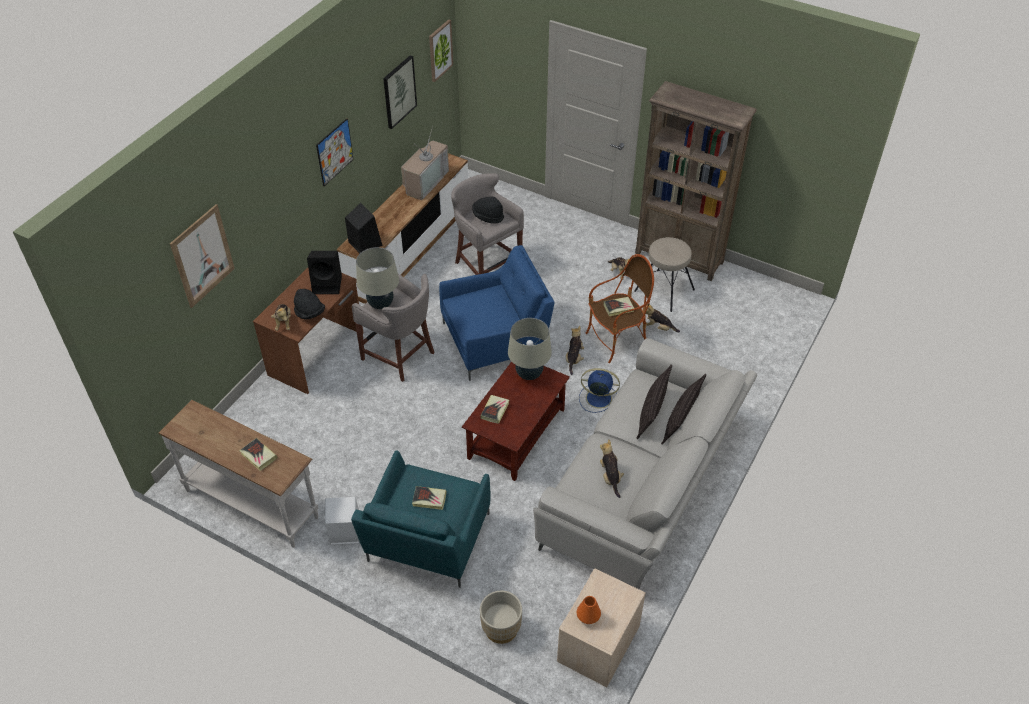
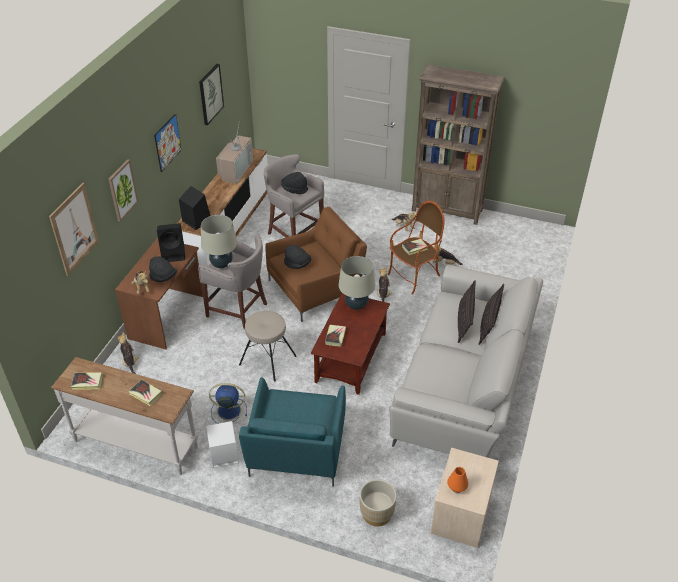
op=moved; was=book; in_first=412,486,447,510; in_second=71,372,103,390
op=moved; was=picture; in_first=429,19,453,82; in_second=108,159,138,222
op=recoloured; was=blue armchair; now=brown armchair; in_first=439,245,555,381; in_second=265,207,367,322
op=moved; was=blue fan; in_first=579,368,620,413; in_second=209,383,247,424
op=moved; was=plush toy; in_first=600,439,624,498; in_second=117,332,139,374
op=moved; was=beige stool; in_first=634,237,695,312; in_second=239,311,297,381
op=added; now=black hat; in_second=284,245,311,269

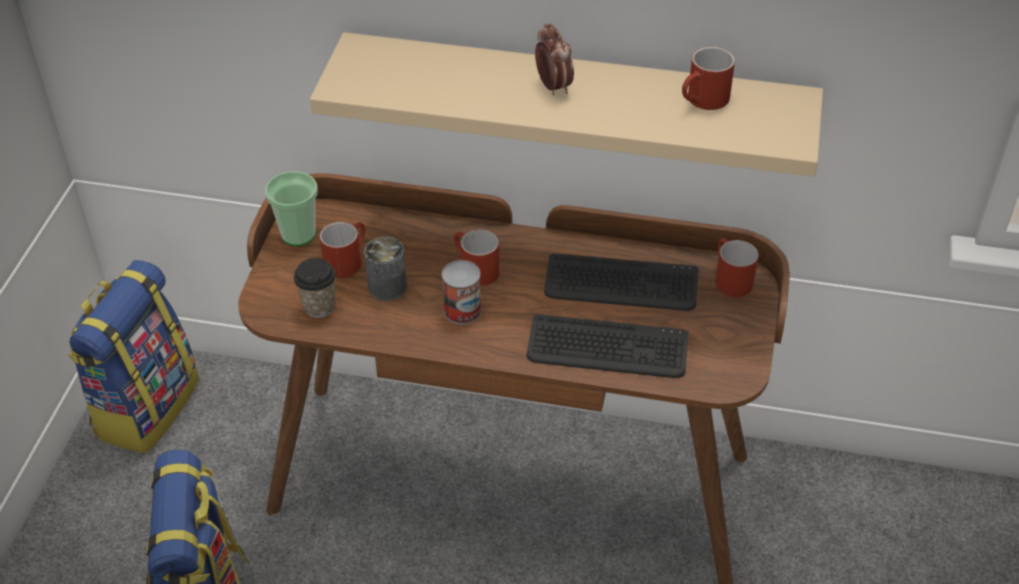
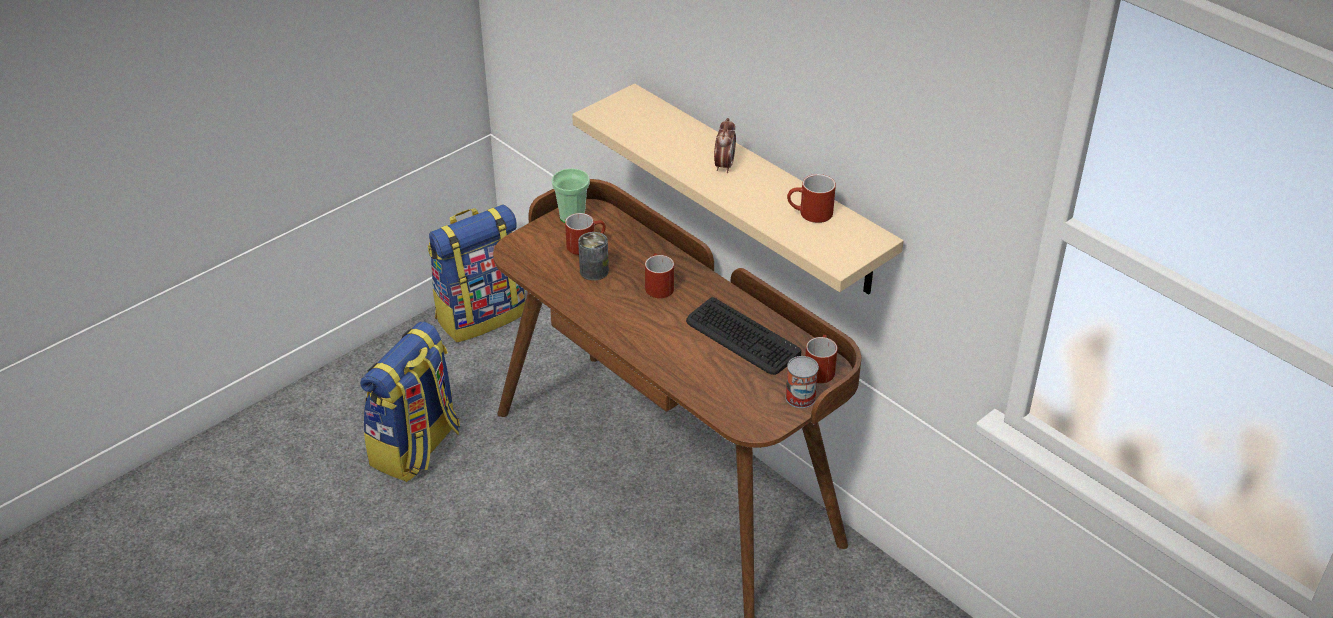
op=removed; was=cup; in_first=294,258,336,318
op=moved; was=can; in_first=442,260,482,324; in_second=785,356,819,408
op=removed; was=keyboard; in_first=527,314,689,378

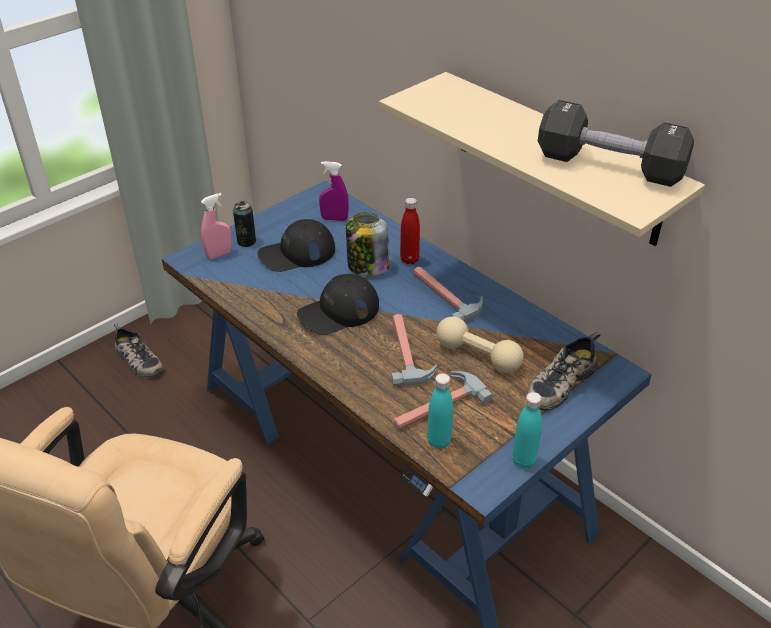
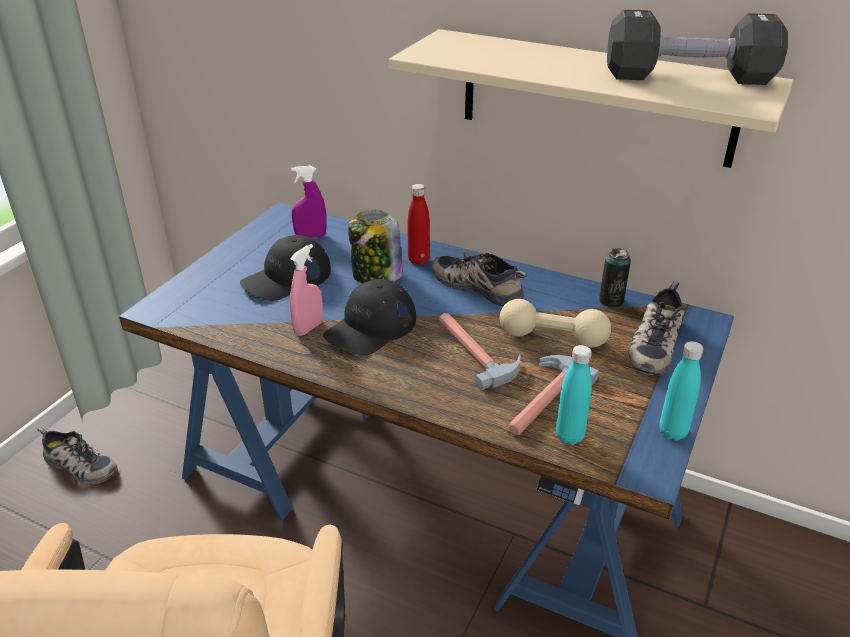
op=moved; was=pink spray bottle; in_first=201,193,232,259; in_second=290,244,323,336
op=moved; was=can; in_first=233,201,256,247; in_second=599,248,631,308
op=replaced; was=hammer; now=shoe; in_first=413,267,483,323; in_second=432,251,527,307

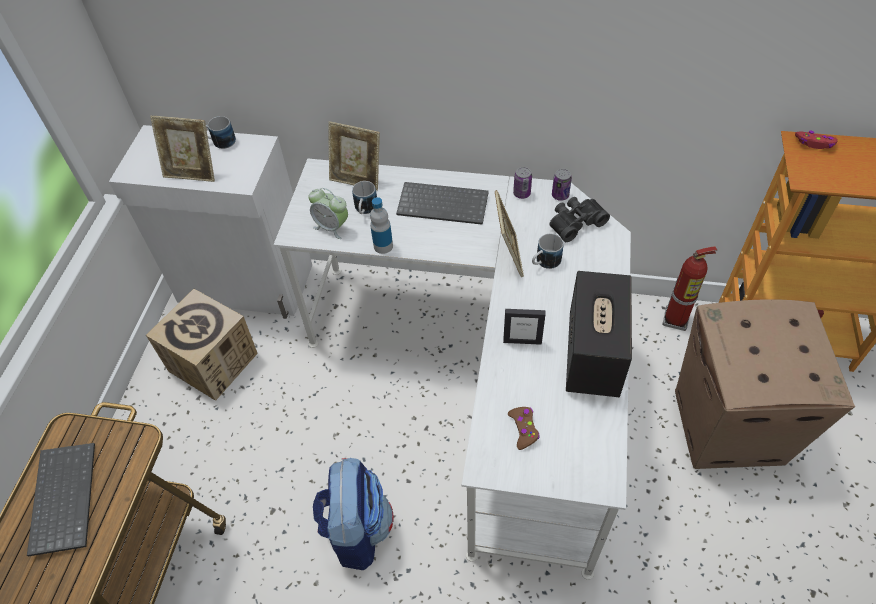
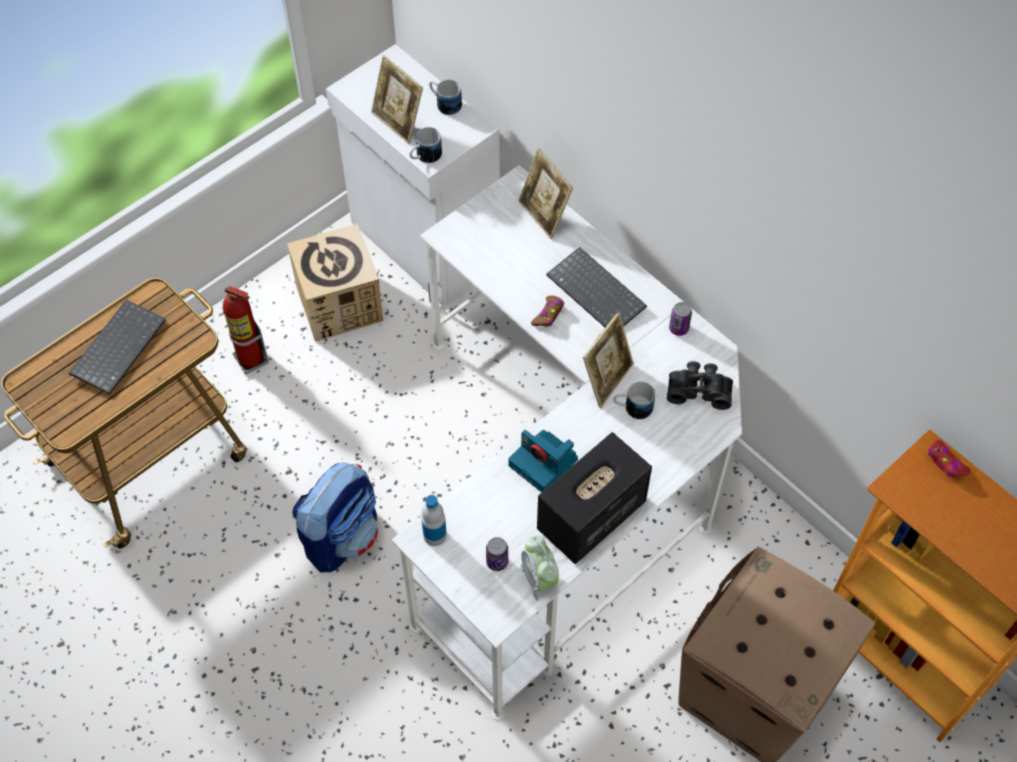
op=moved; was=alarm clock; in_first=309,188,348,239; in_second=520,536,559,601
op=moved; was=mug; in_first=352,181,377,214; in_second=409,127,442,163
op=moved; was=bottle; in_first=370,197,393,254; in_second=421,495,447,546
op=replaced; was=picture frame; now=photo camera; in_first=503,309,545,345; in_second=509,430,578,492
op=moved; was=brown game controller; in_first=508,407,540,450; in_second=531,296,564,326
op=moved; was=can; in_first=552,169,572,201; in_second=486,537,508,571
op=moved; was=fire extinguisher; in_first=663,246,717,331; in_second=223,286,269,374

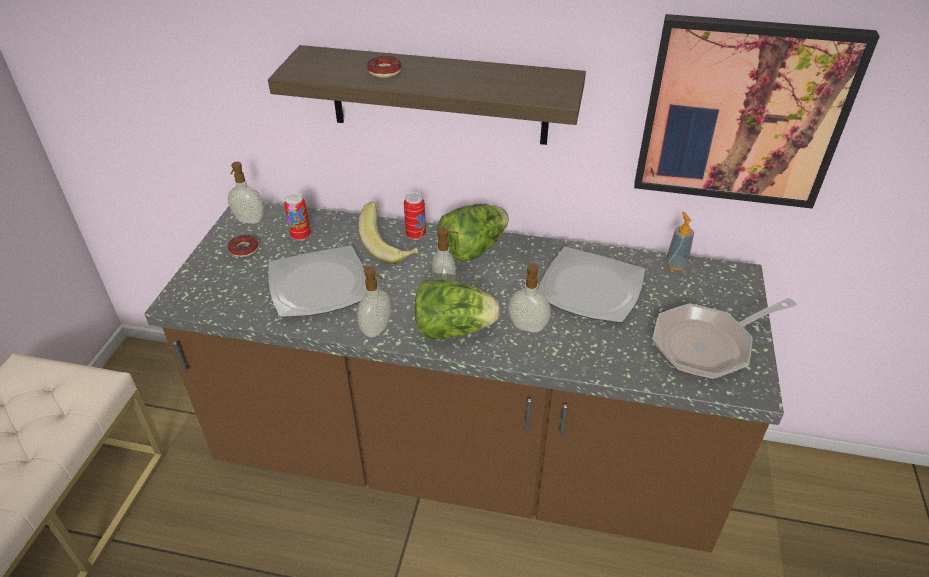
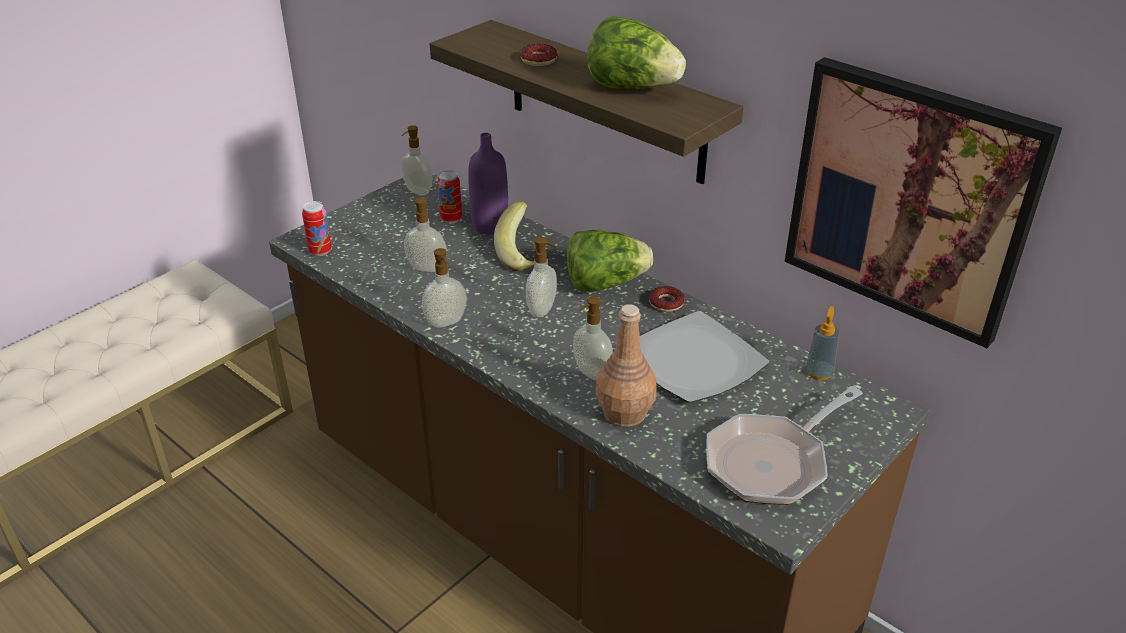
op=moved; was=donut; in_first=228,235,258,257; in_second=649,286,685,312
op=replaced; was=plate; now=soap dispenser; in_first=268,246,366,318; in_second=404,196,447,272
op=moved; was=can; in_first=404,192,426,240; in_second=302,201,332,256
op=moved; was=lettuce; in_first=415,280,500,339; in_second=587,16,686,89
op=turned; was=frying pan; in_first=652,298,797,379; in_second=706,386,863,505; clockwise=-45
op=added; now=purple bottle; in_second=468,133,508,235
op=added; now=brown bottle; in_second=595,304,657,427

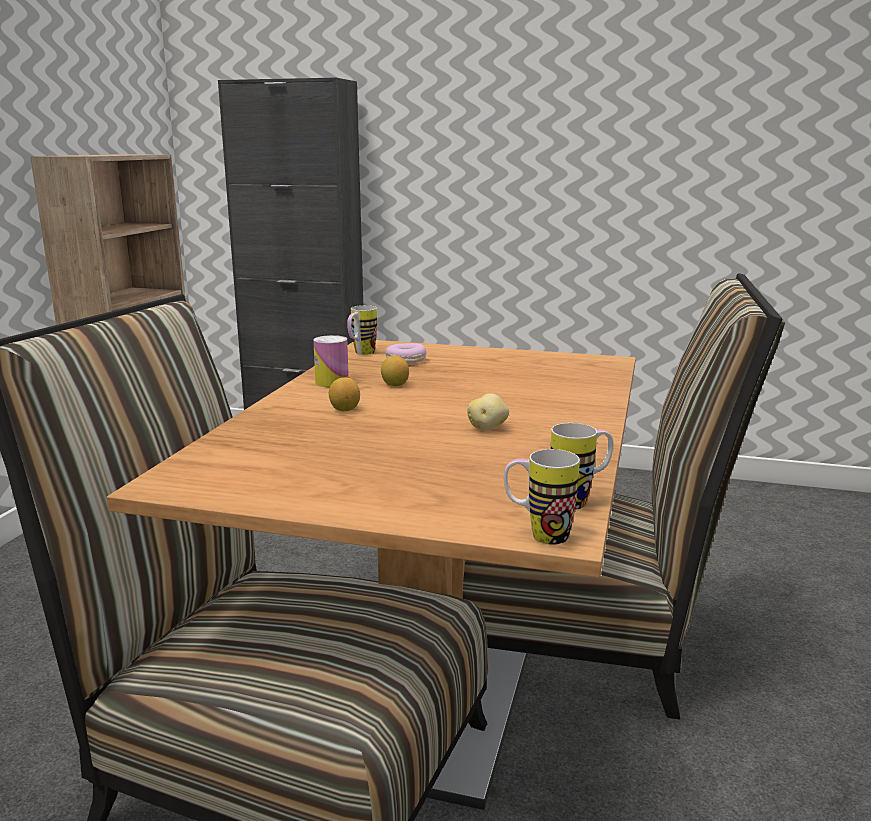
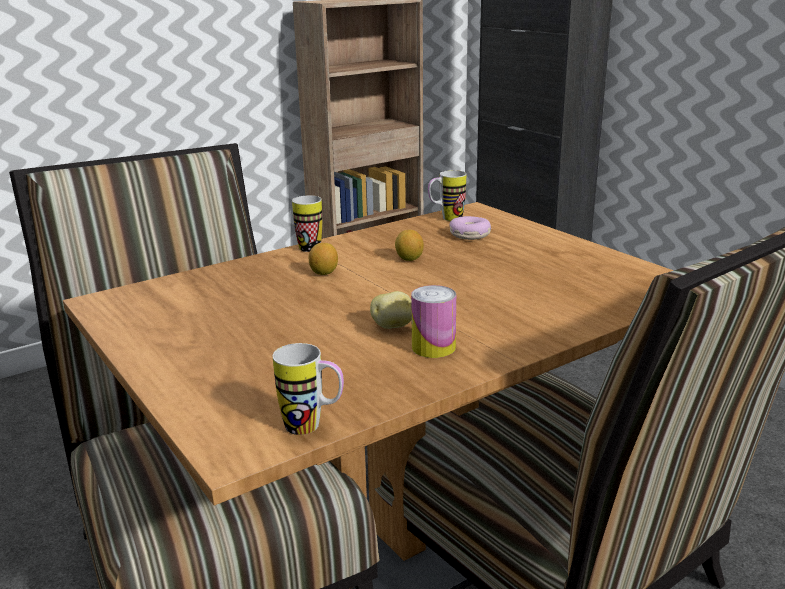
op=moved; was=can; in_first=313,335,349,387; in_second=411,285,456,358
op=moved; was=mug; in_first=504,449,580,545; in_second=291,195,322,252

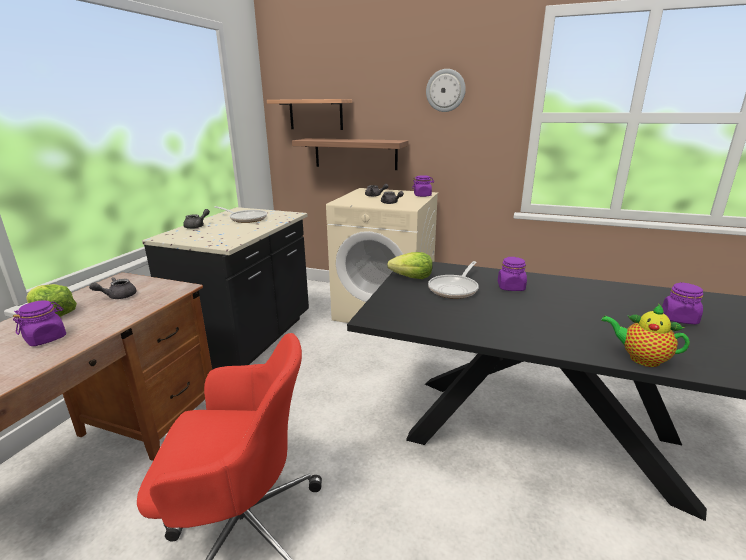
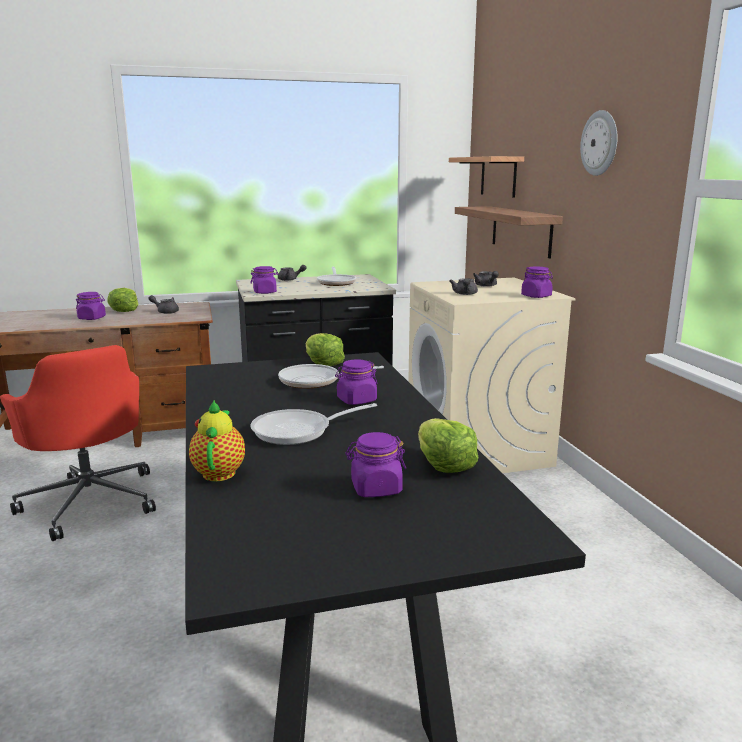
op=added; now=purple jar; in_second=250,266,279,294
op=added; now=frying pan; in_second=250,403,377,445
op=added; now=lettuce; in_second=418,418,478,473

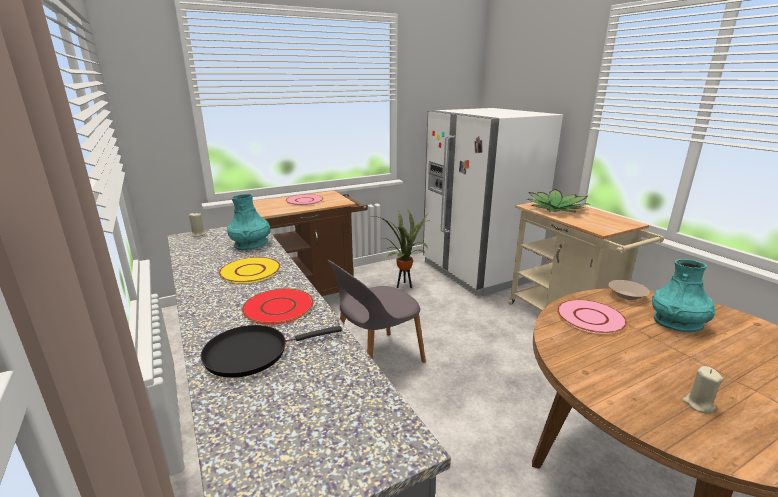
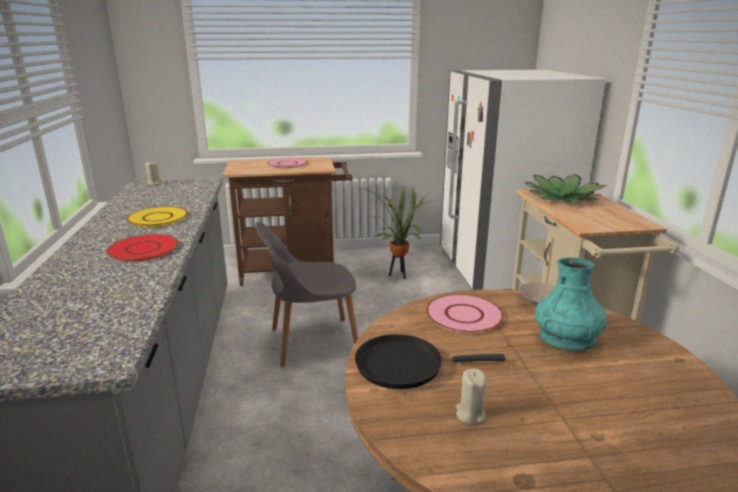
op=moved; was=black frying pan; in_first=200,325,342,378; in_second=355,334,505,389
op=removed; was=turquoise vase; in_first=227,194,271,250

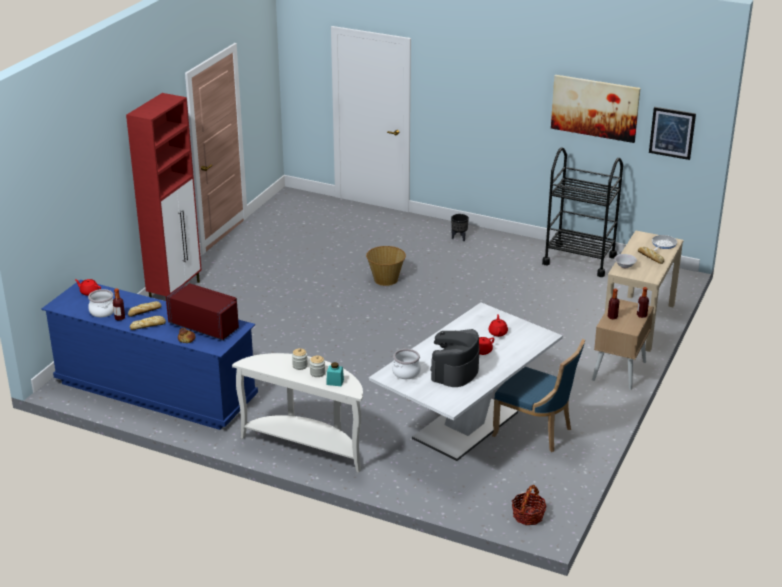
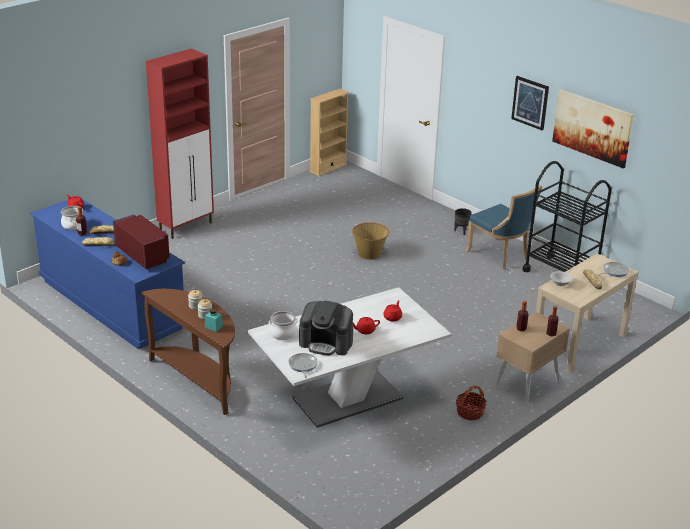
op=recoloured; was=white console table; now=brown console table; in_first=232,353,363,473; in_second=142,289,235,415
op=turned; was=coffee machine; in_first=430,329,479,387; in_second=299,301,353,356; clockwise=-120
op=moved; was=blue chair; in_first=492,339,585,452; in_second=466,185,543,269
op=moved; was=basket; in_first=512,485,547,525; in_second=456,386,487,420
op=moved; was=picture; in_first=649,107,696,160; in_second=511,76,549,131
op=added; now=frying pan; in_second=289,353,318,378
op=added; now=beige bookcase; in_second=310,89,349,176

